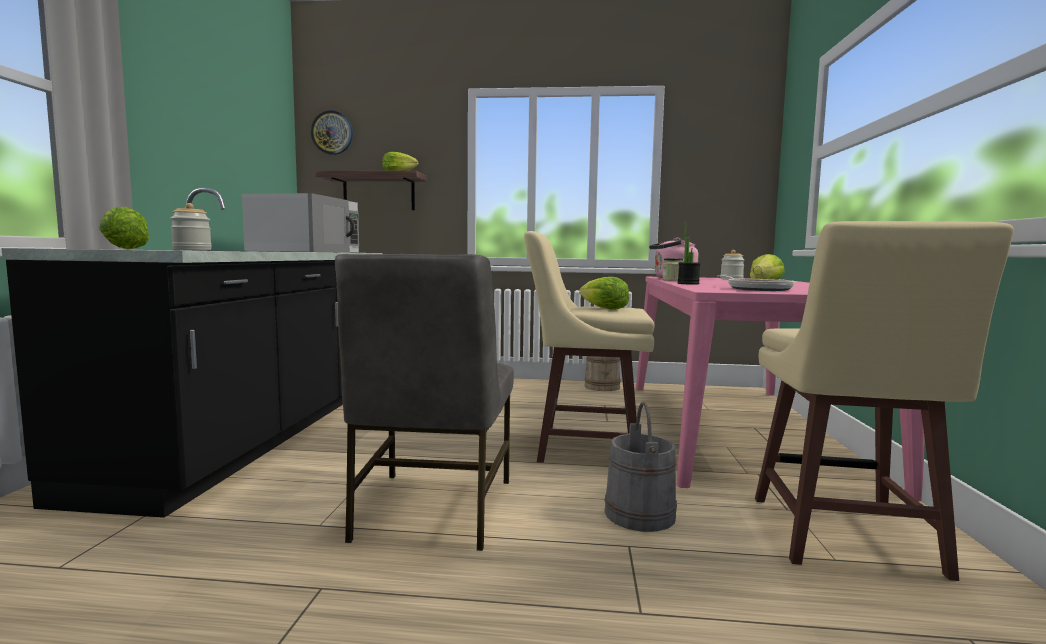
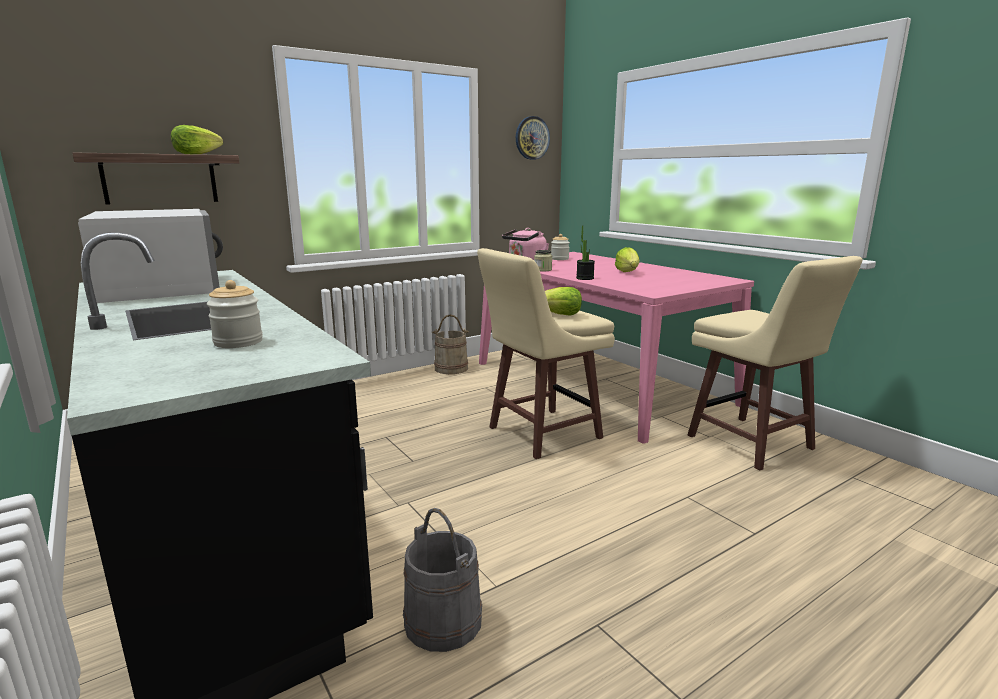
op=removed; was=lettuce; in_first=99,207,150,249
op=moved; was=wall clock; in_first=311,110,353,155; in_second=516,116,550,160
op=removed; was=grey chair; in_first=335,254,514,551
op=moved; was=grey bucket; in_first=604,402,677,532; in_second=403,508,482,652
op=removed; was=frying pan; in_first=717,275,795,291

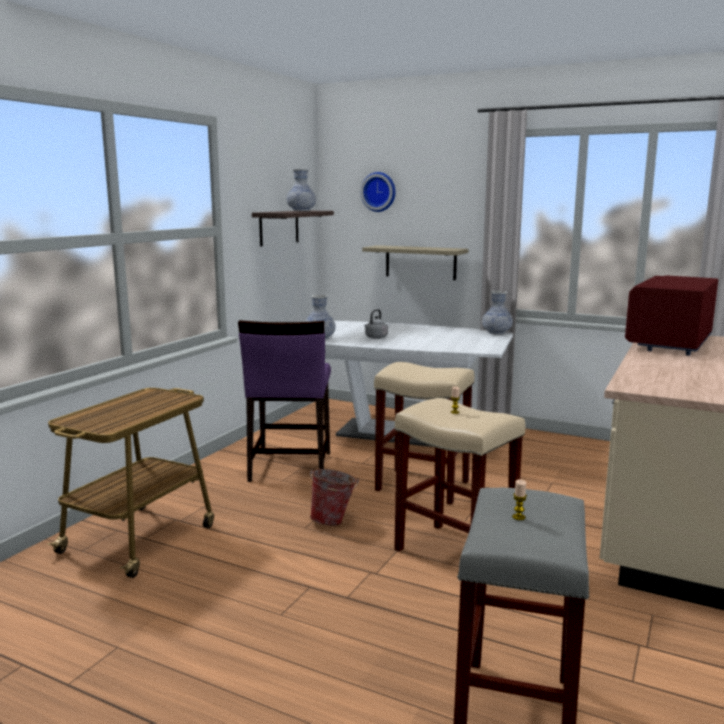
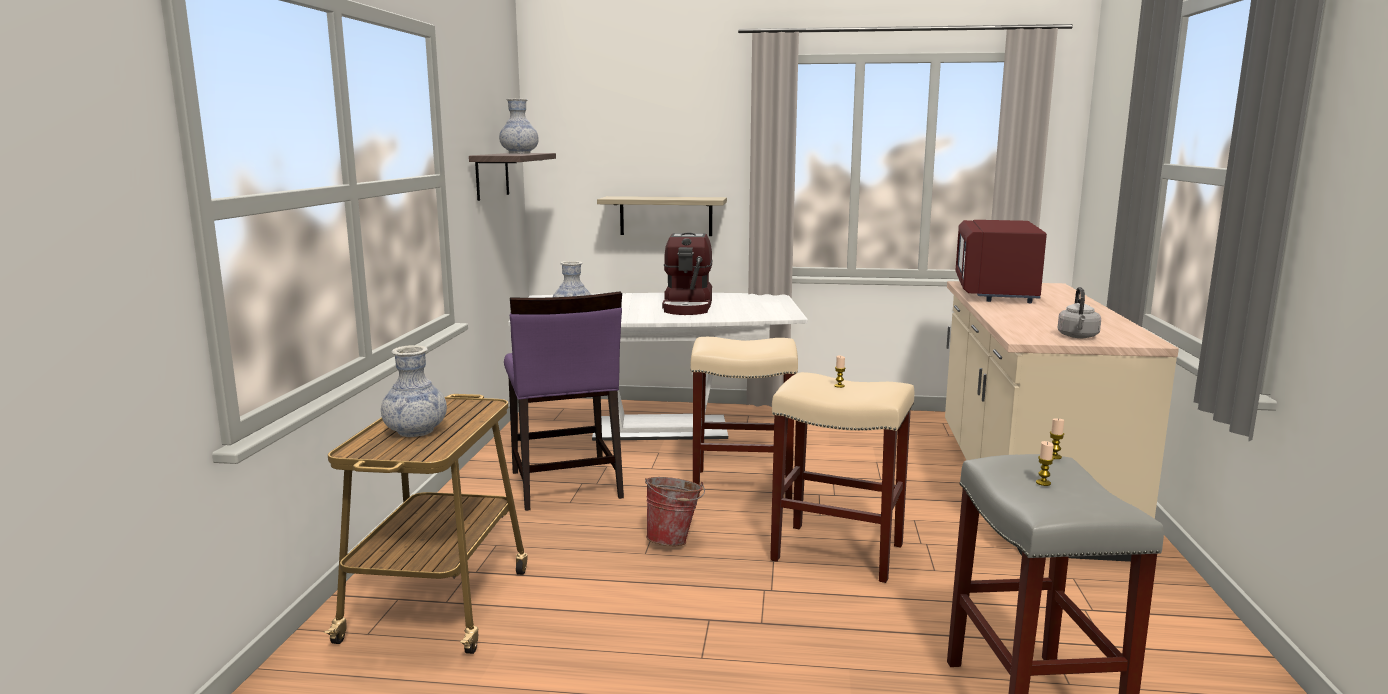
op=removed; was=wall clock; in_first=361,172,396,212
op=moved; was=grey kettle; in_first=364,309,388,339; in_second=1057,287,1101,338
op=moved; was=vase; in_first=482,291,513,334; in_second=381,345,447,437
op=added; now=coffee machine; in_second=662,233,713,315
op=added; now=candle; in_second=1050,418,1064,459

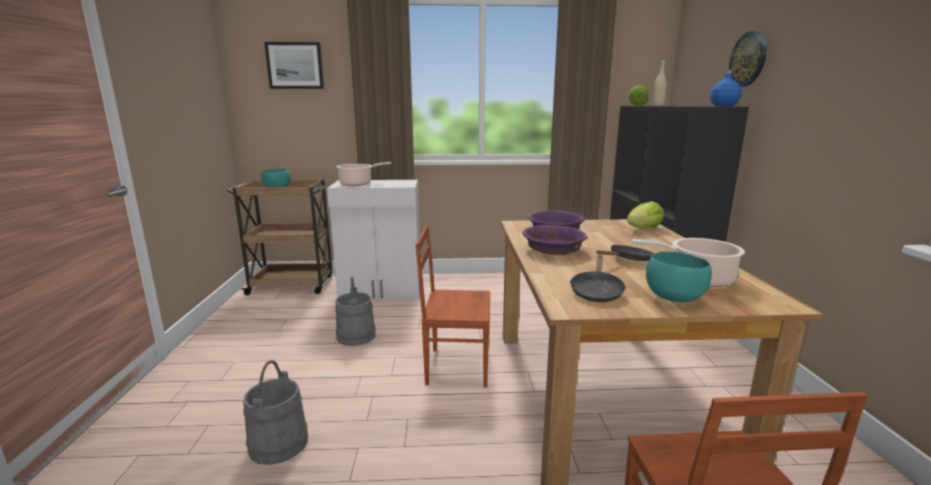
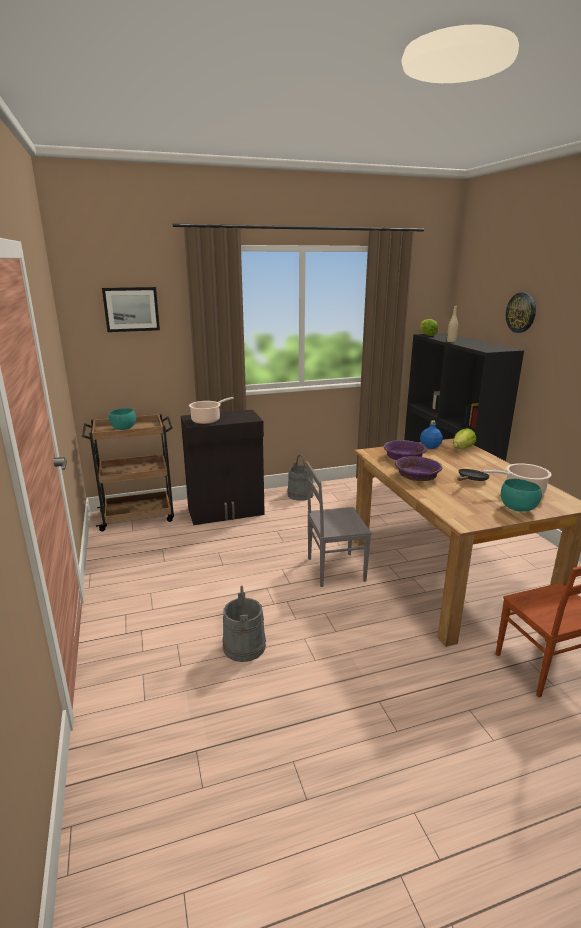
op=recoloured; was=white cabinet; now=black cabinet; in_first=327,180,420,299; in_second=181,410,265,525
op=moved; was=grey bucket; in_first=335,277,376,346; in_second=287,455,313,501
op=recoloured; was=brown chair; now=grey chair; in_first=415,225,490,388; in_second=306,461,371,587
op=removed; was=black frying pan; in_first=570,255,626,302
op=moved; was=blue bottle; in_first=710,70,742,106; in_second=420,420,443,449

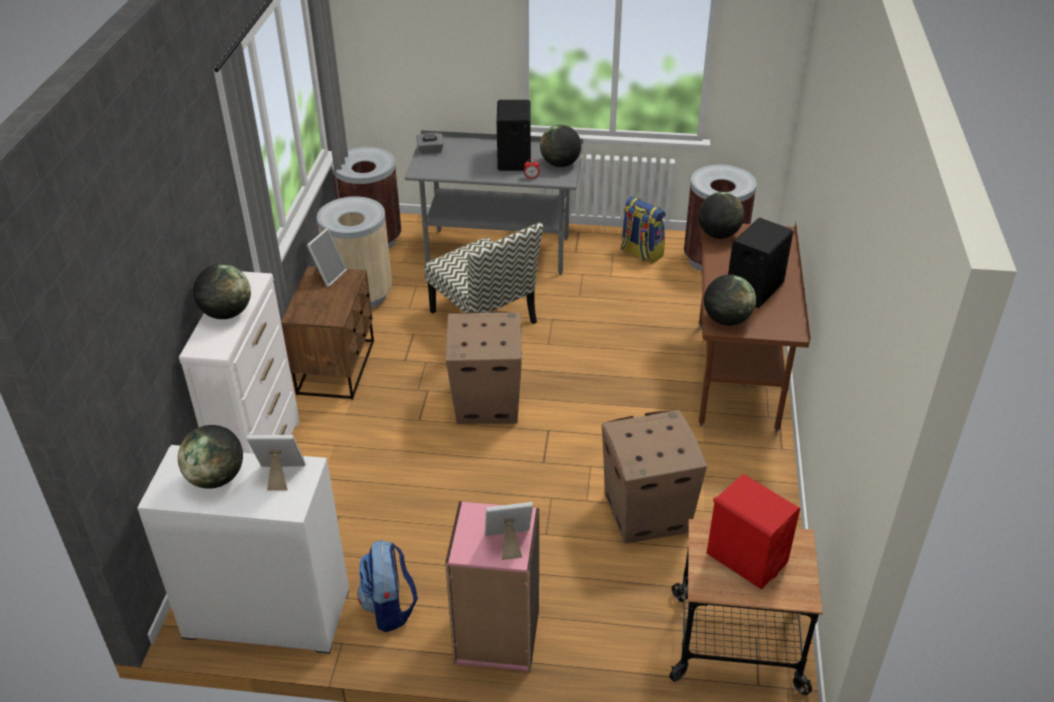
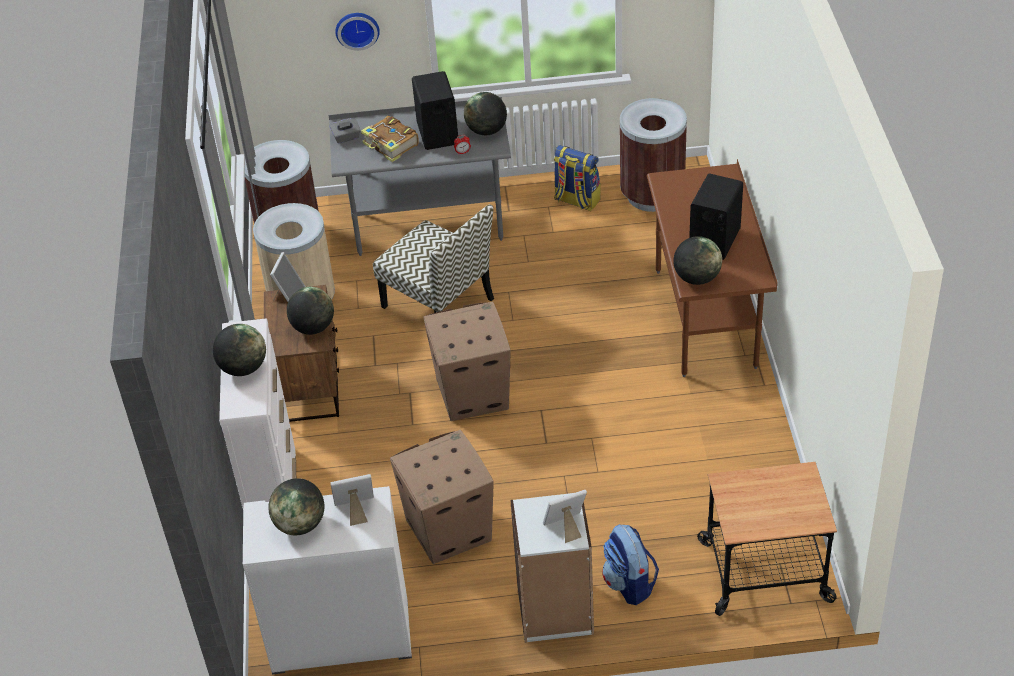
op=moved; was=backpack; in_first=357,540,418,632; in_second=603,524,659,605
op=recoloured; was=pink bookcase; now=white bookcase; in_first=445,501,539,672; in_second=510,493,594,643
op=moved; was=cardboard box; in_first=602,410,707,544; in_second=390,430,494,564
op=moved; was=globe; in_first=698,192,744,239; in_second=287,287,334,335
op=removed; was=red speaker; in_first=707,474,800,589
op=added; now=wall clock; in_second=335,13,380,51
op=added; now=book; in_second=361,116,419,162

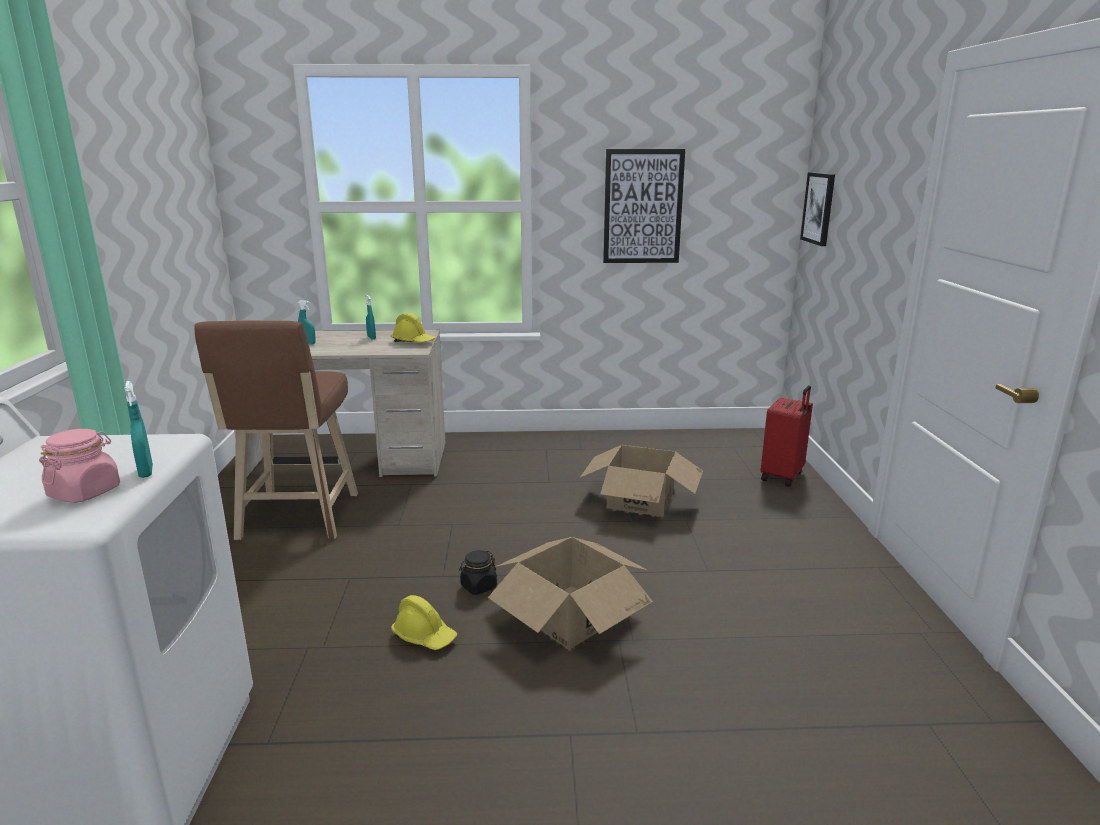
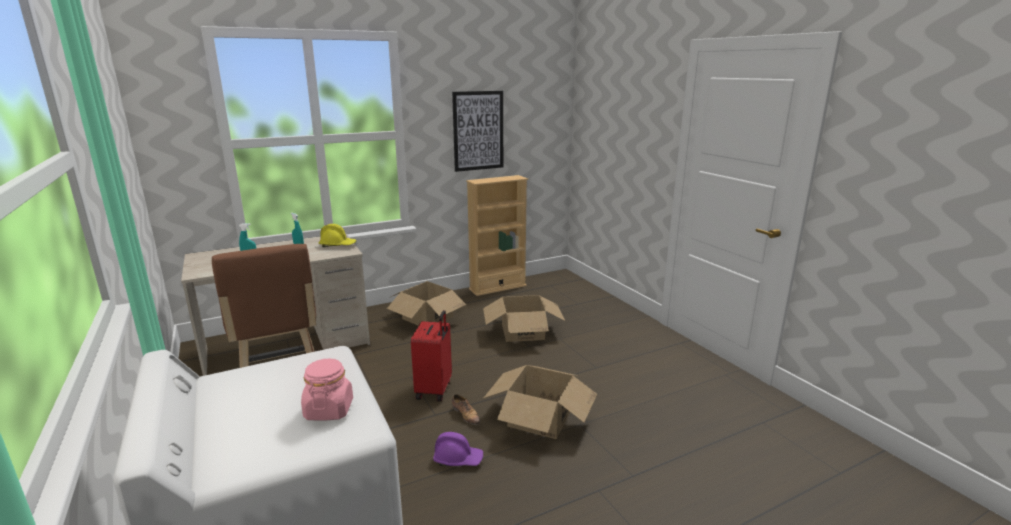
op=removed; was=turquoise spray bottle; in_first=124,381,153,478
op=recoloured; was=yellow hard hat; now=purple hard hat; in_first=391,595,457,650; in_second=433,432,483,466
op=replaced; was=black jar; now=shoe; in_first=459,550,497,595; in_second=452,394,481,425
op=moved; was=red suitcase; in_first=761,385,813,487; in_second=411,310,452,402
op=removed; was=picture; in_first=800,172,835,246
op=added; now=cardboard box; in_second=387,281,466,326
op=added; now=beige bookcase; in_second=466,175,528,296

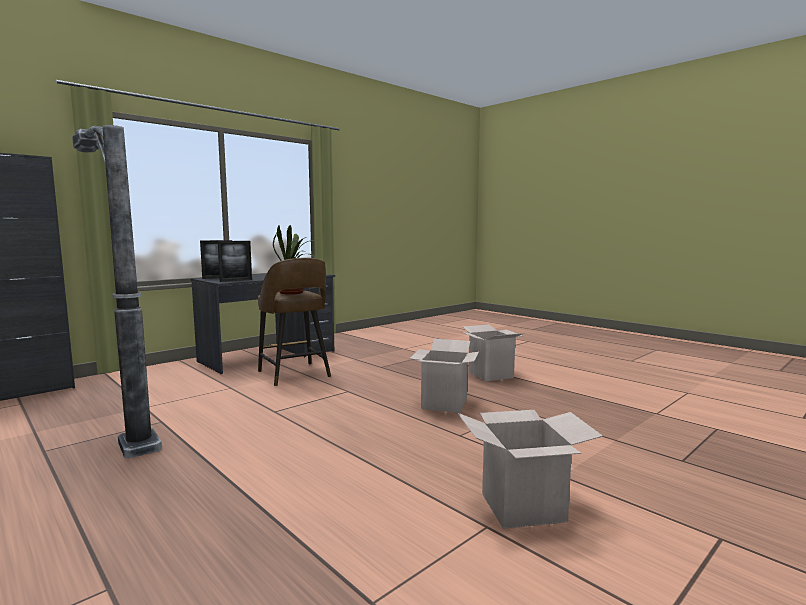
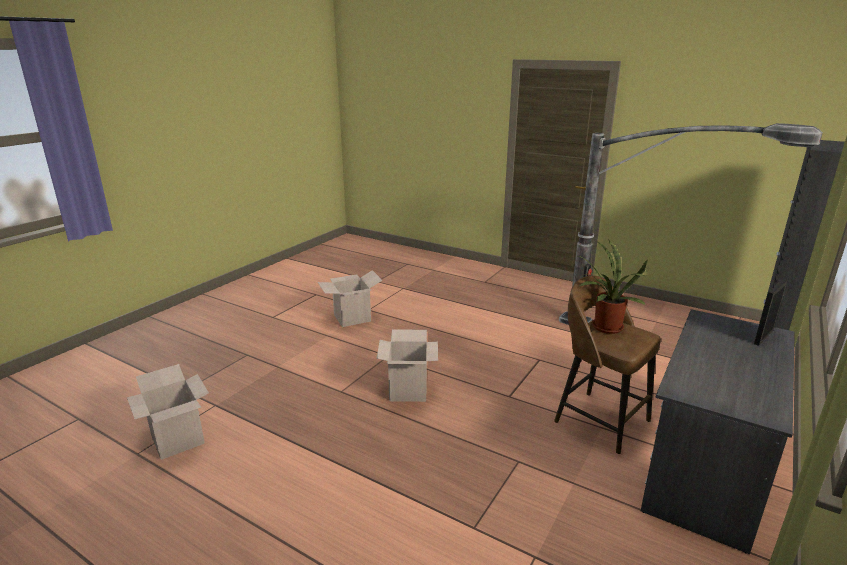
op=removed; was=picture frame; in_first=218,241,252,282
op=moved; was=cardboard box; in_first=462,325,524,381; in_second=127,364,209,460

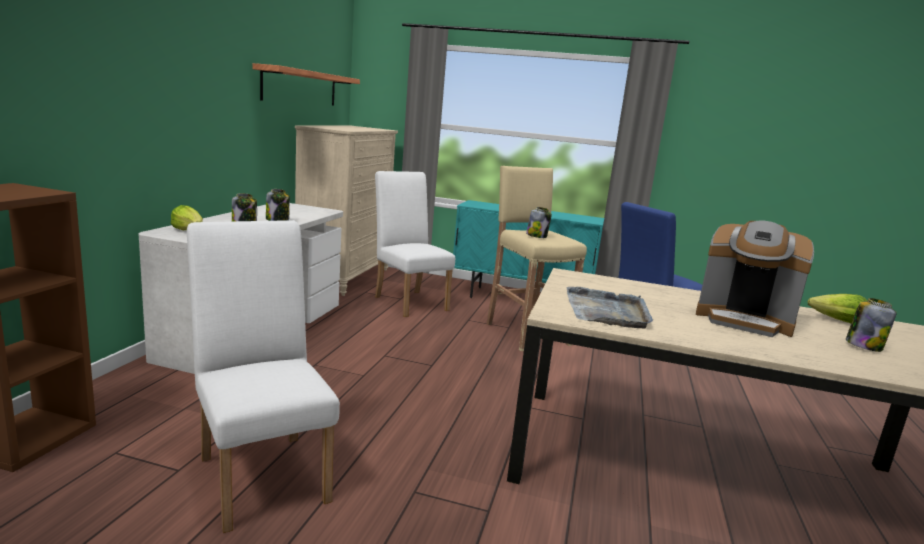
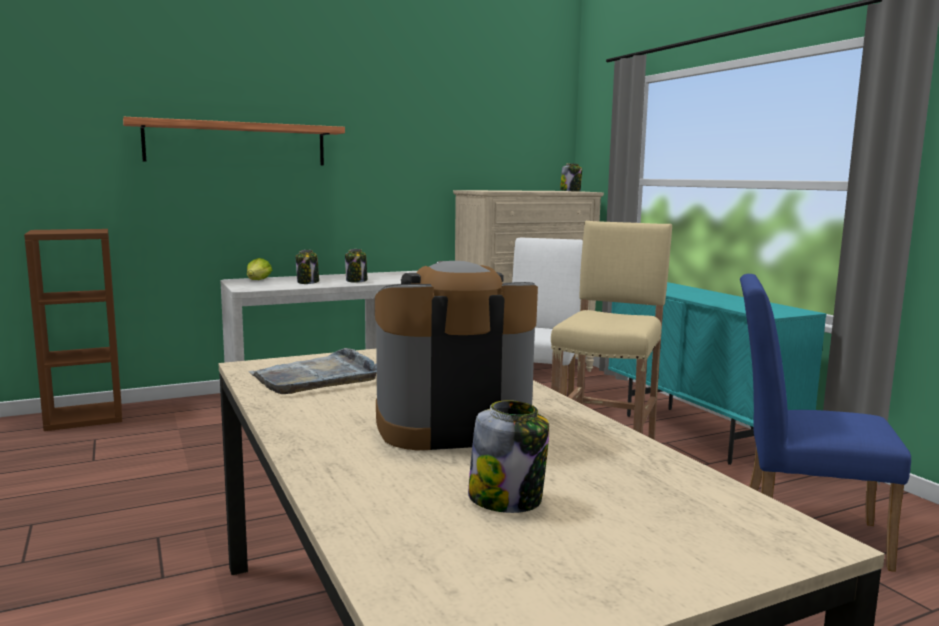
op=removed; was=white chair; in_first=187,220,340,533
op=moved; was=shelf; in_first=253,63,360,105; in_second=123,117,345,165
op=moved; was=jar; in_first=526,207,552,238; in_second=560,163,582,192
op=turned; was=coffee machine; in_first=696,220,814,337; in_second=375,261,538,450; clockwise=90
op=removed; was=lettuce; in_first=807,294,867,323

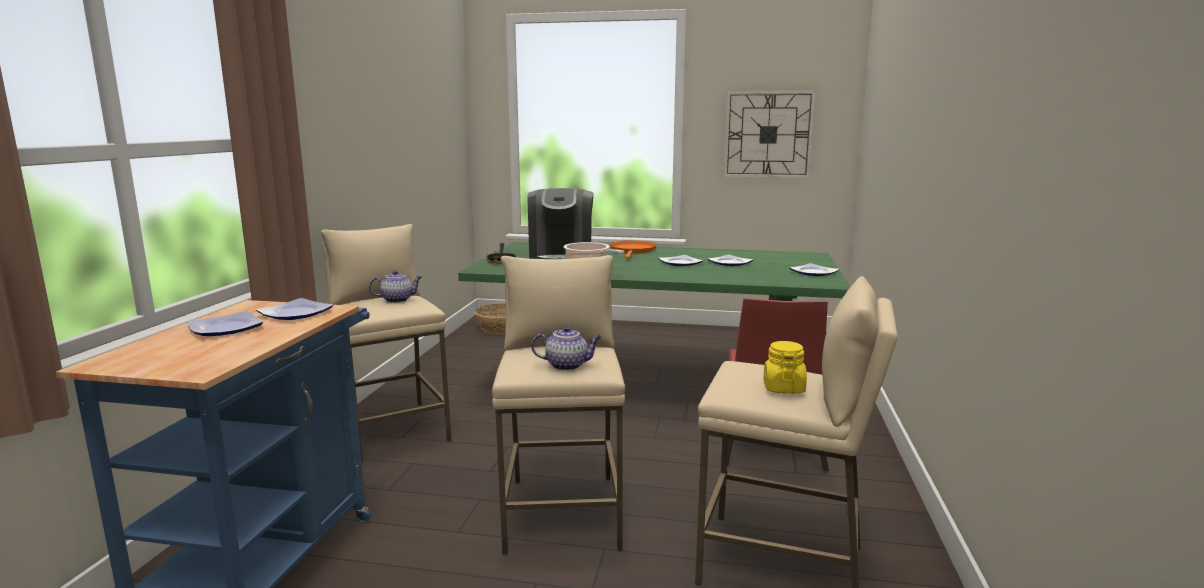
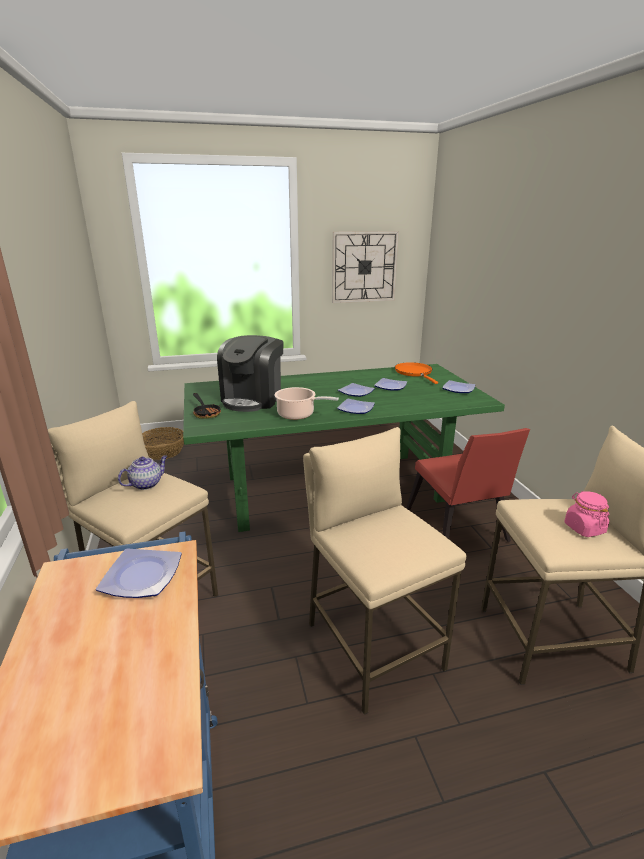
op=moved; was=plate; in_first=187,311,263,336; in_second=337,399,375,414
op=turned; was=coffee machine; in_first=527,188,594,259; in_second=217,335,284,412; clockwise=45
op=removed; was=teapot; in_first=531,326,601,371
op=moved; was=orange frying pan; in_first=610,241,656,259; in_second=395,362,438,384
op=recoloured; was=yellow jar; now=pink jar; in_first=763,341,807,394; in_second=565,491,609,537

